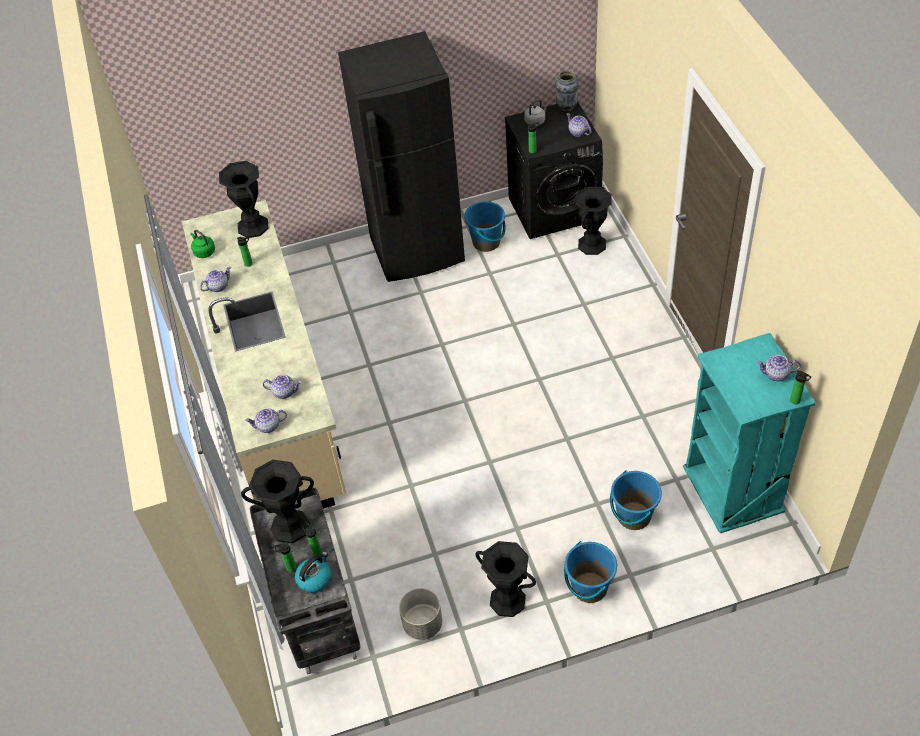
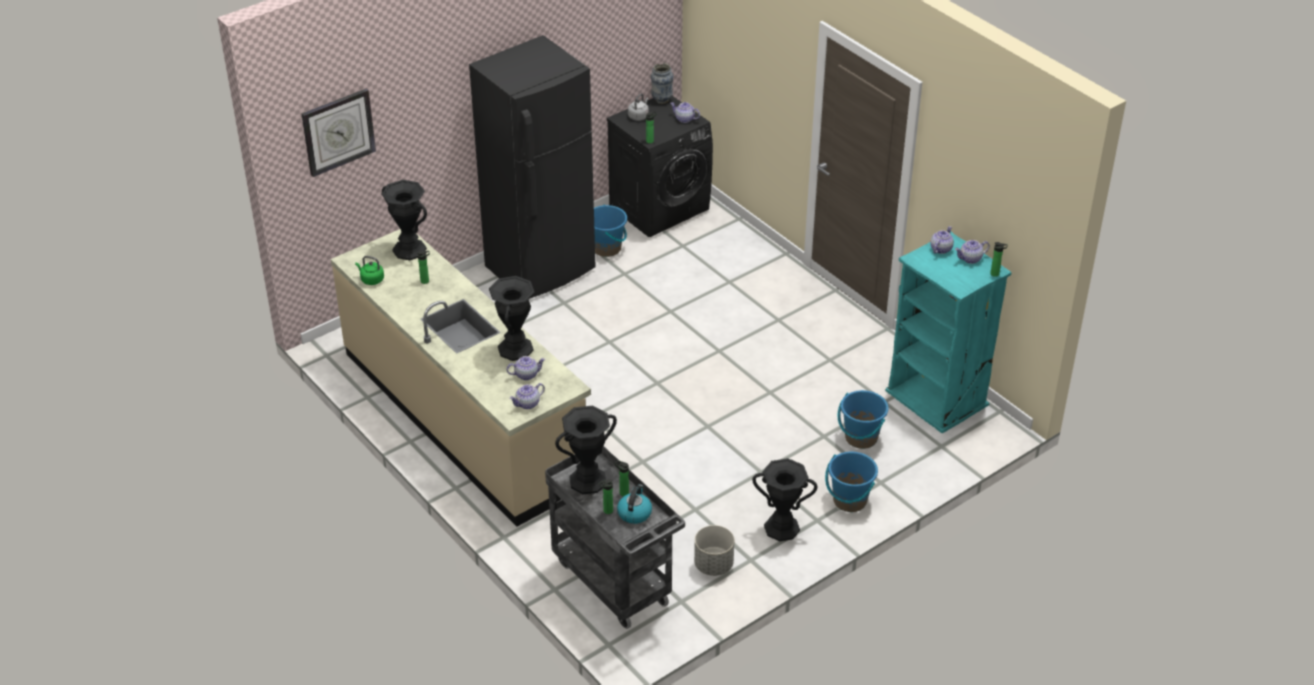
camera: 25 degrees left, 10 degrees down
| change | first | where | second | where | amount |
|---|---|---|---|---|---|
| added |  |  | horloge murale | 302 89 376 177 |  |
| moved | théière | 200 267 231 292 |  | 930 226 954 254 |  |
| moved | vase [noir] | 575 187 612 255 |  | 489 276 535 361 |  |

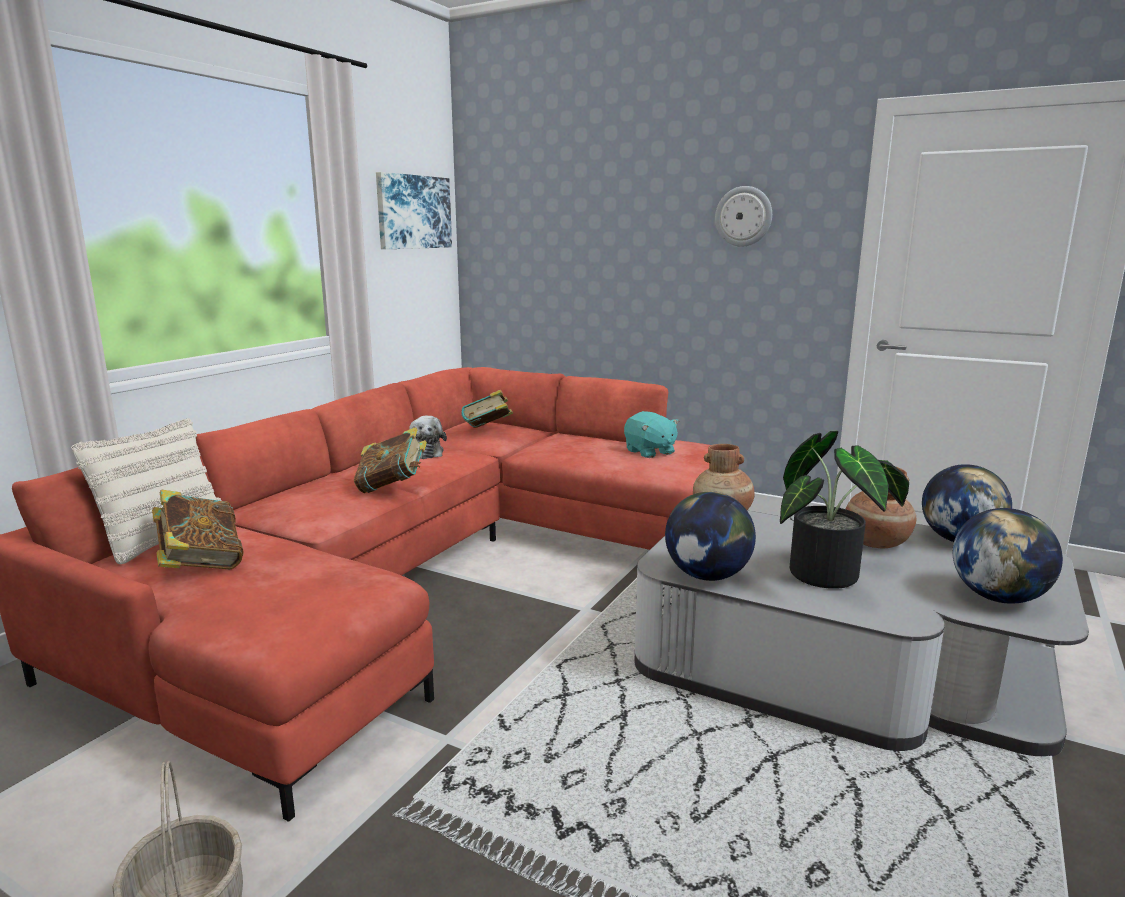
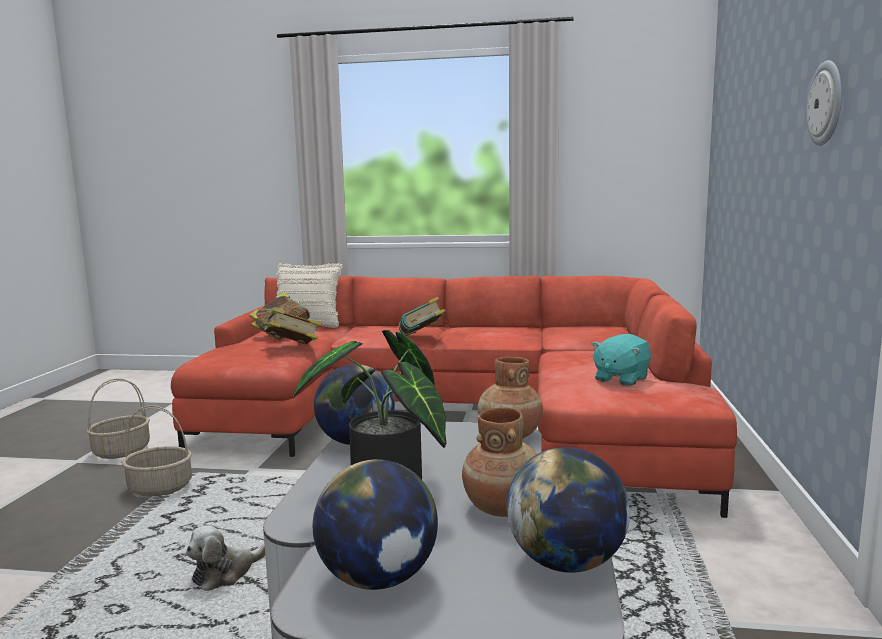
camera: 70 degrees right, 5 degrees down
| change | first | where | second | where | amount |
|---|---|---|---|---|---|
| removed | tableau | 376 172 452 249 |  |  |  |
| added |  |  | panier | 121 405 192 497 |  |
| moved | peluche | 409 416 447 459 |  | 186 525 265 591 |  |
| moved | livre | 461 390 513 428 |  | 260 308 322 344 |  |

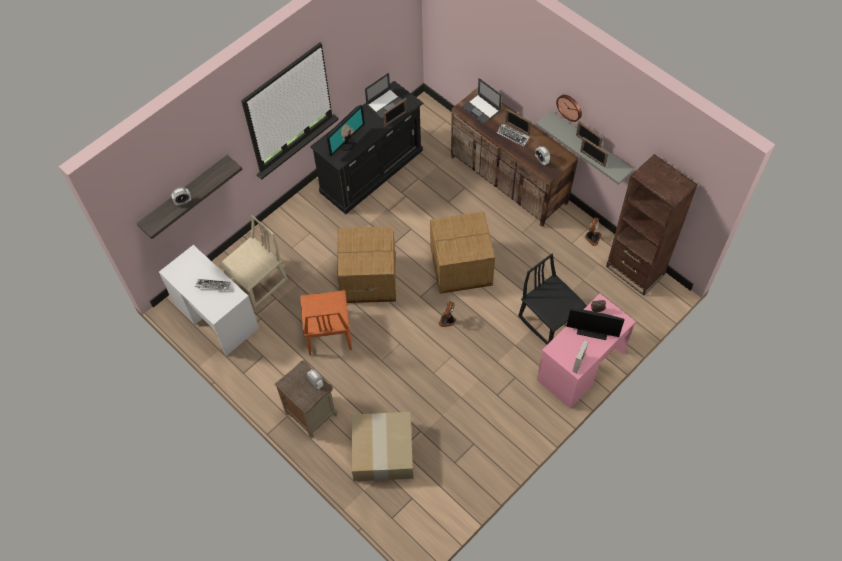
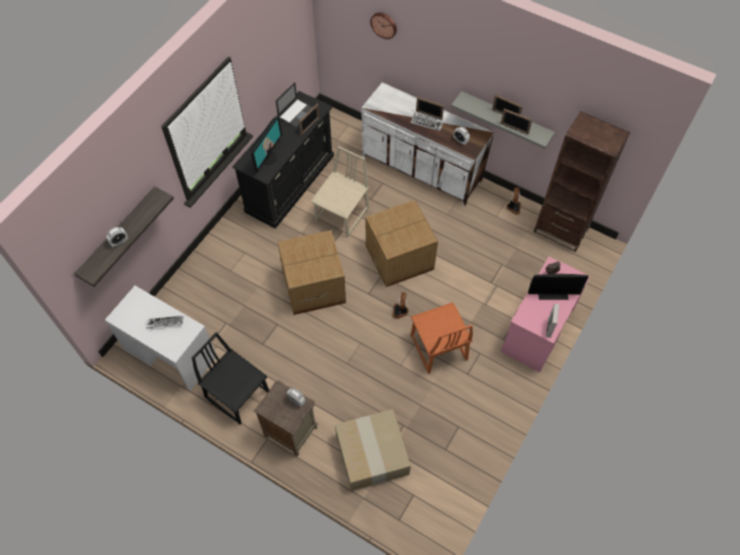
camera: 15 degrees left, 0 degrees up
| change | first | where | second | where | amount |
|---|---|---|---|---|---|
| removed | ordinateur portable | 462 78 502 125 |  |  |  |
| moved | chaise [beige] | 219 215 288 308 |  | 311 146 369 237 |  |
| moved | chaise [orange] | 300 290 352 355 |  | 411 302 473 374 |  |
| moved | chaise [noir] | 518 254 587 345 |  | 192 332 269 425 |  |
| moved | horloge murale | 556 95 582 122 |  | 370 12 397 39 |  |
| recoloured | meuble de rangement [marron] | 451 88 578 227 | meuble de rangement [blanc] | 361 82 494 206 |  |

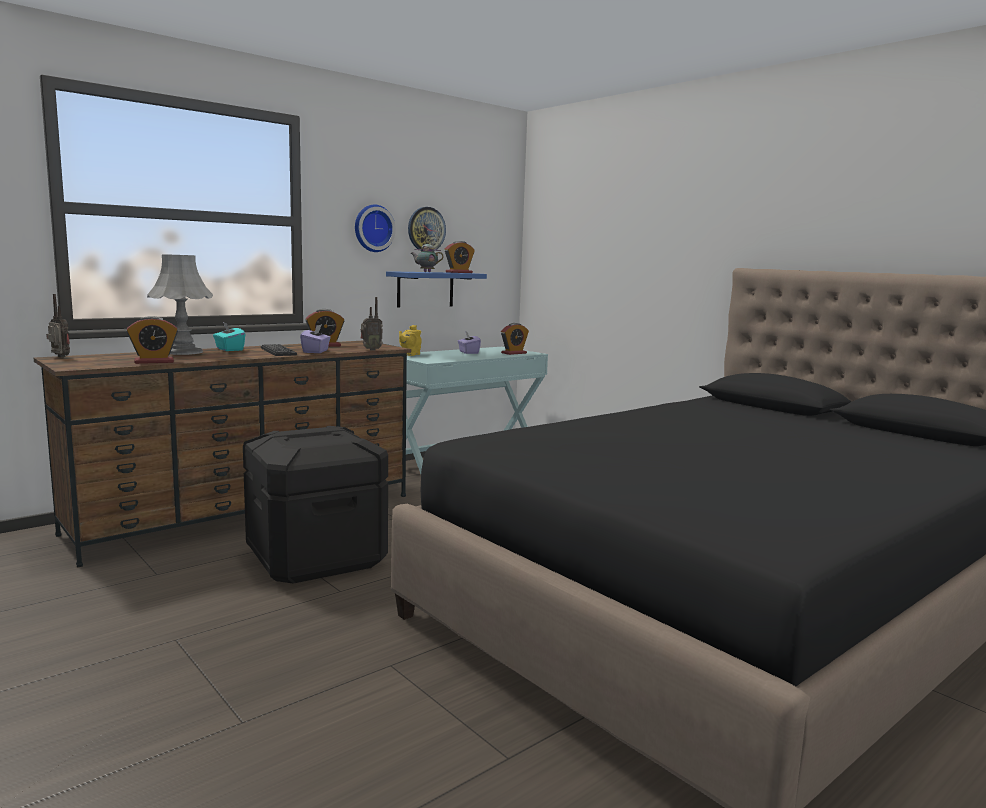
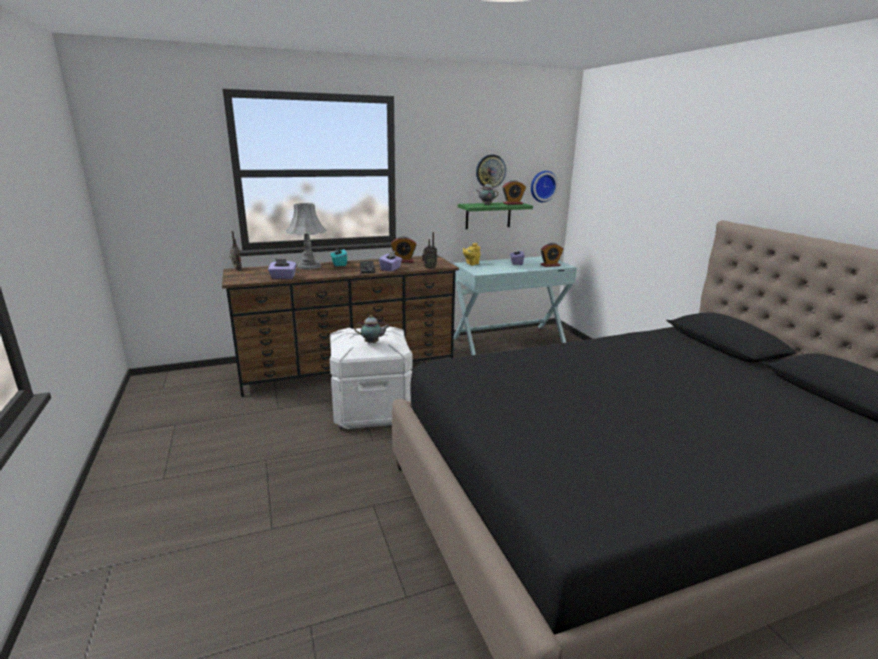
camera: 20 degrees right, 10 degrees up
| change | first | where | second | where | amount |
|---|---|---|---|---|---|
| added |  |  | théière | 354 315 390 343 |  |
| moved | horloge murale | 355 204 396 252 |  | 531 171 558 202 |  |
| replaced | réveil | 126 316 178 364 | boîte à mouchoirs [violet] | 268 259 297 279 |  |
| recoloured | boîte de rangement [noir] | 243 426 388 584 | boîte de rangement [blanc] | 330 326 413 429 |  |
| recoloured | étagère [bleu] | 386 271 487 308 | étagère [vert] | 458 203 533 229 |  |

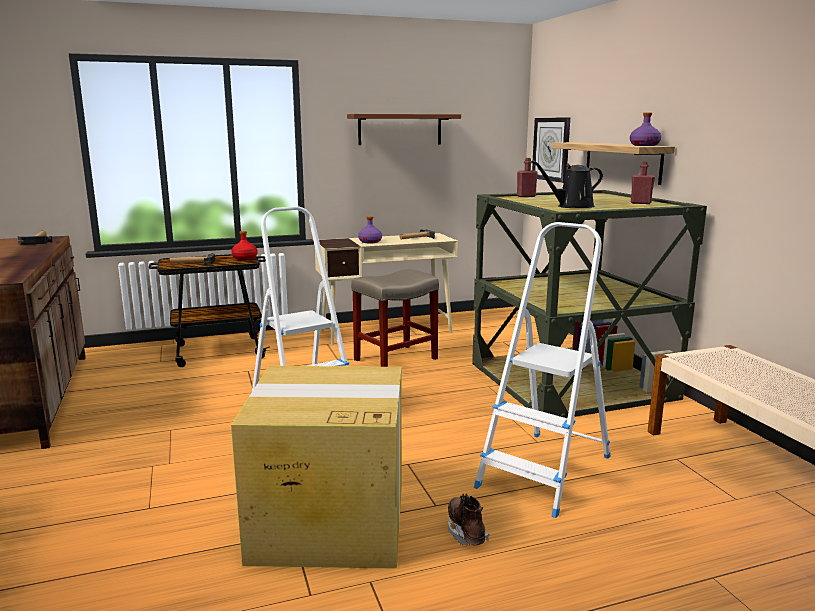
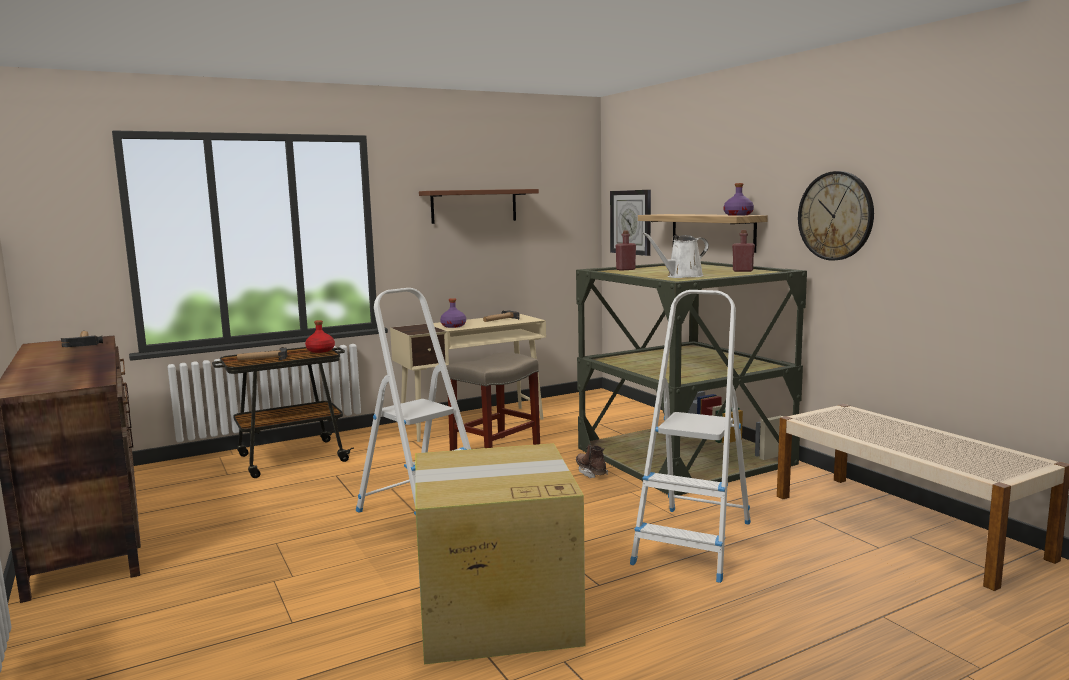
camera: 10 degrees left, 5 degrees down
| change | first | where | second | where | amount |
|---|---|---|---|---|---|
| added |  |  | horloge murale | 798 171 874 260 |  |
| moved | botte [marron] | 448 494 489 545 |  | 576 444 608 478 |  |
| recoloured | arrosoir [noir] | 532 160 603 208 | arrosoir [blanc] | 642 232 709 278 |  |

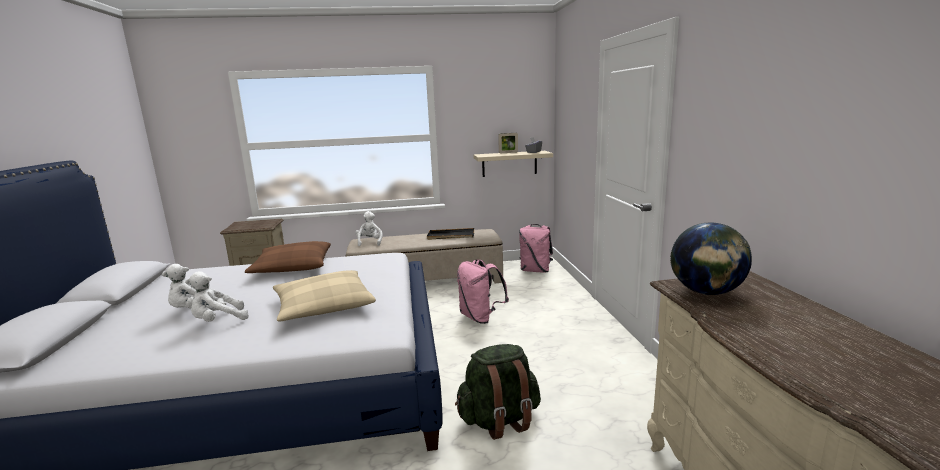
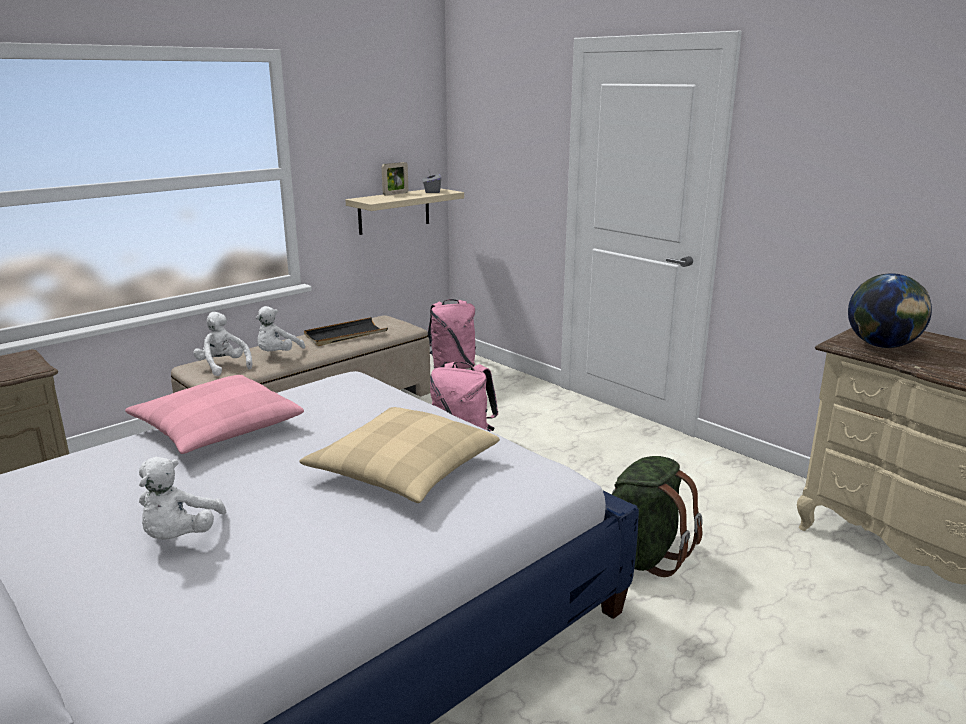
camera: 35 degrees left, 5 degrees up
| change | first | where | second | where | amount |
|---|---|---|---|---|---|
| moved | peluche [blanc] | 185 272 249 322 |  | 256 306 305 351 |  |
| recoloured | coussin [marron] | 245 241 331 273 | coussin [rose] | 125 375 304 454 |  |

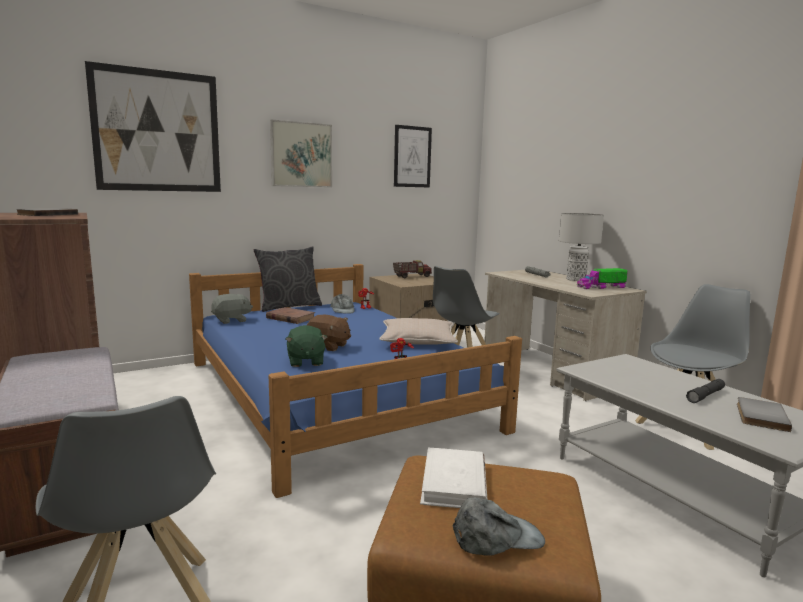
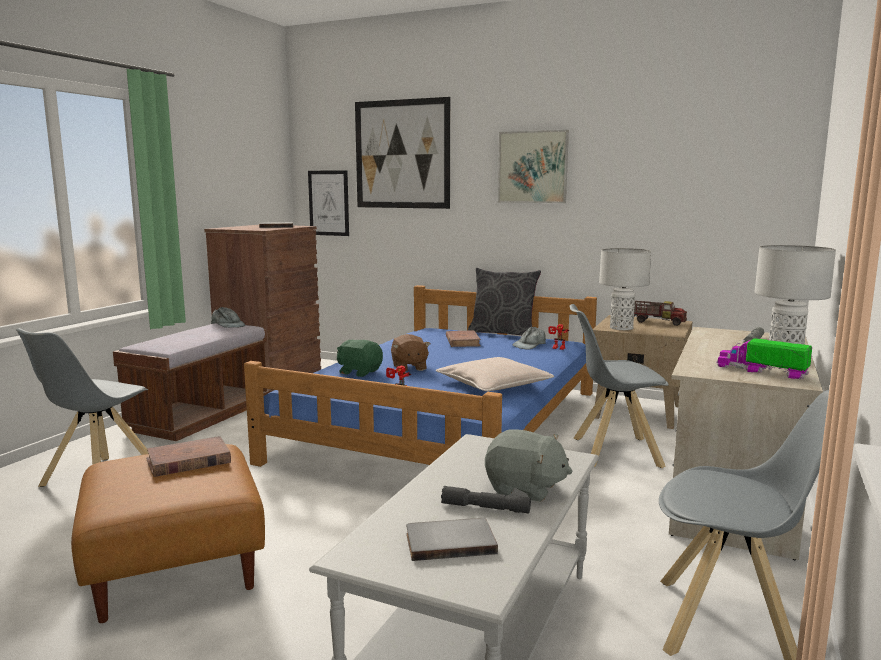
camera: 55 degrees right, 0 degrees up
| change | first | where | second | where | amount |
|---|---|---|---|---|---|
| added |  |  | lampe de table [blanc] | 599 248 651 330 |  |
| moved | peluche [gris] | 211 294 253 324 |  | 485 429 573 502 |  |
| moved | tableau | 394 125 432 188 |  | 308 170 349 236 |  |
| moved | casquette [gris] | 453 498 545 556 |  | 211 307 245 328 |  |
| recoloured | livre [blanc] | 420 448 487 508 | livre [marron] | 146 436 231 477 |  |
| turned | peluche [vert] | 285 325 327 367 |  | 337 340 383 377 | 75 degrees clockwise |

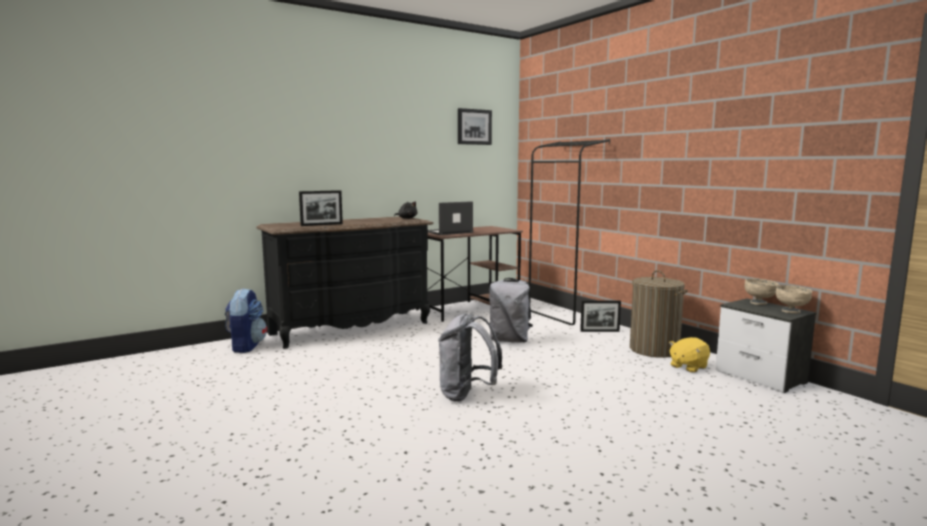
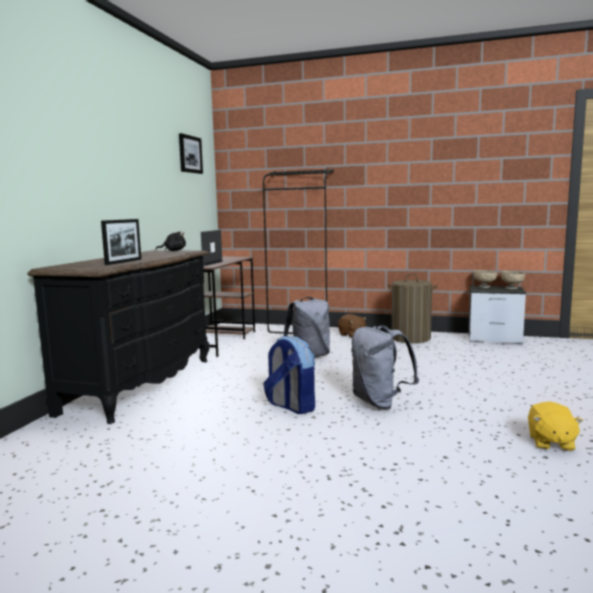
camera: 40 degrees left, 0 degrees up
| change | first | where | second | where | amount |
|---|---|---|---|---|---|
| moved | sac à dos | 225 288 267 353 |  | 263 336 315 414 |  |
| moved | peluche [jaune] | 669 337 710 373 |  | 528 401 583 451 |  |
| replaced | cadre photo | 580 300 621 332 | peluche [marron] | 338 314 366 337 |  |

